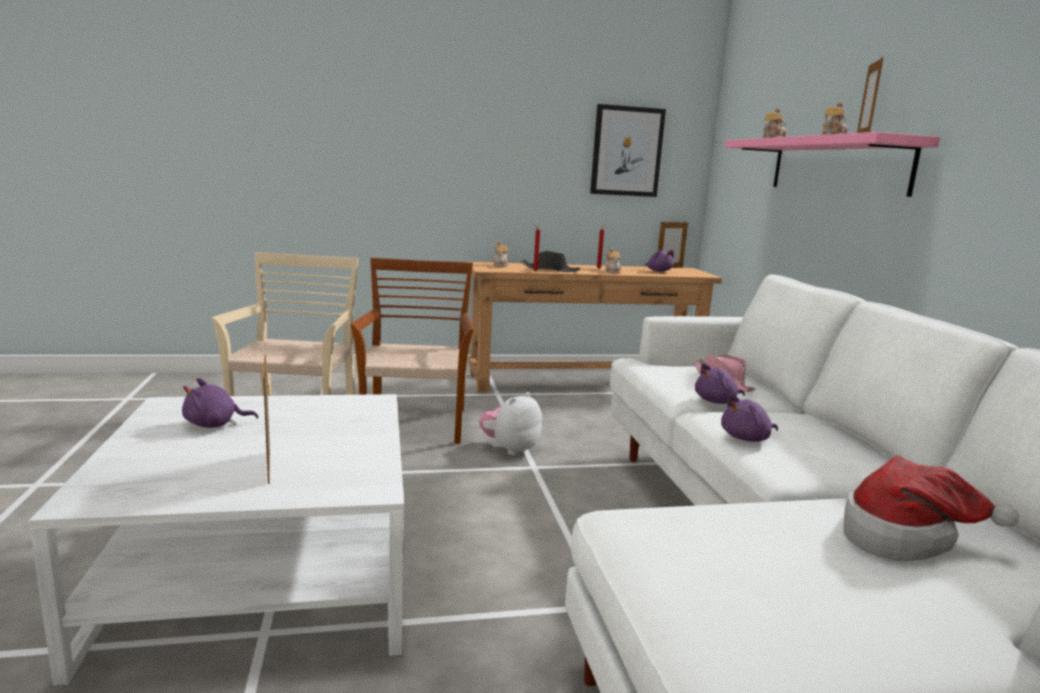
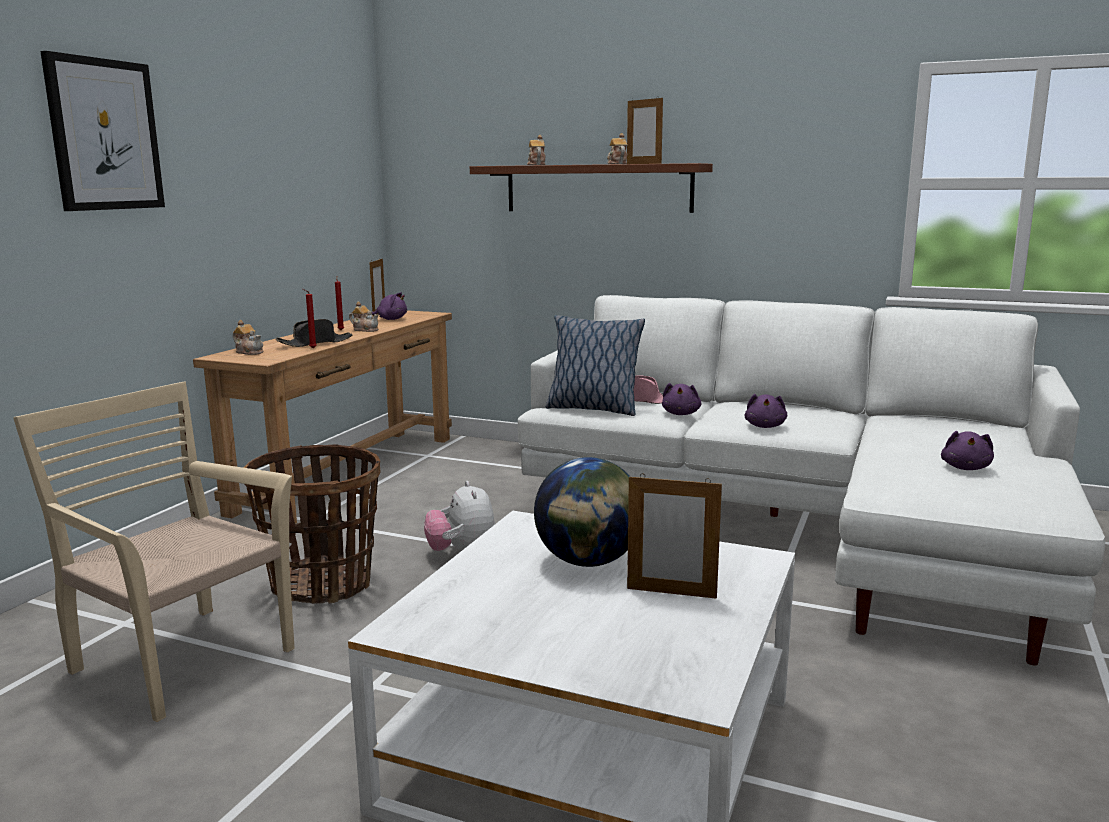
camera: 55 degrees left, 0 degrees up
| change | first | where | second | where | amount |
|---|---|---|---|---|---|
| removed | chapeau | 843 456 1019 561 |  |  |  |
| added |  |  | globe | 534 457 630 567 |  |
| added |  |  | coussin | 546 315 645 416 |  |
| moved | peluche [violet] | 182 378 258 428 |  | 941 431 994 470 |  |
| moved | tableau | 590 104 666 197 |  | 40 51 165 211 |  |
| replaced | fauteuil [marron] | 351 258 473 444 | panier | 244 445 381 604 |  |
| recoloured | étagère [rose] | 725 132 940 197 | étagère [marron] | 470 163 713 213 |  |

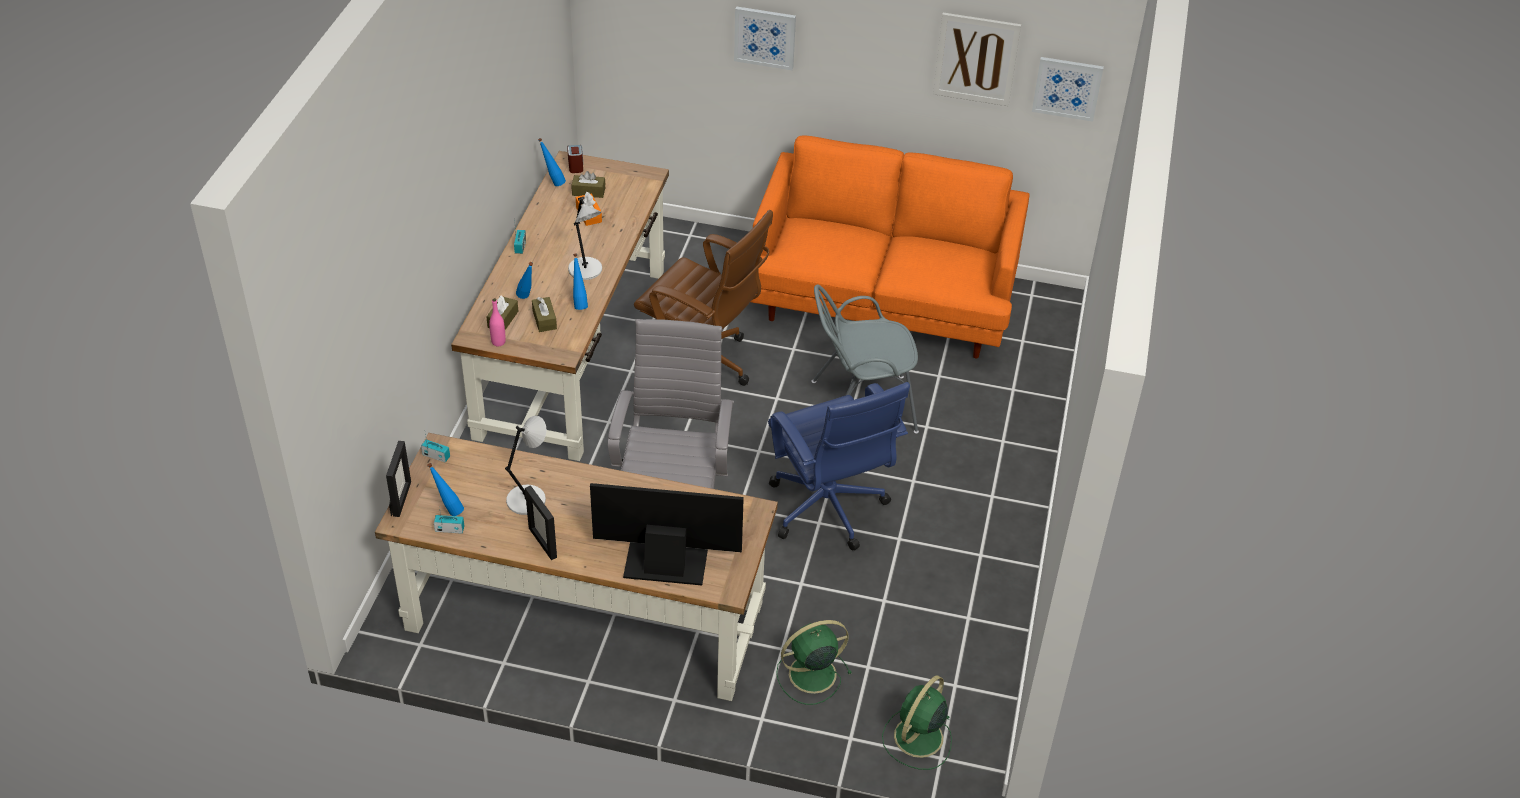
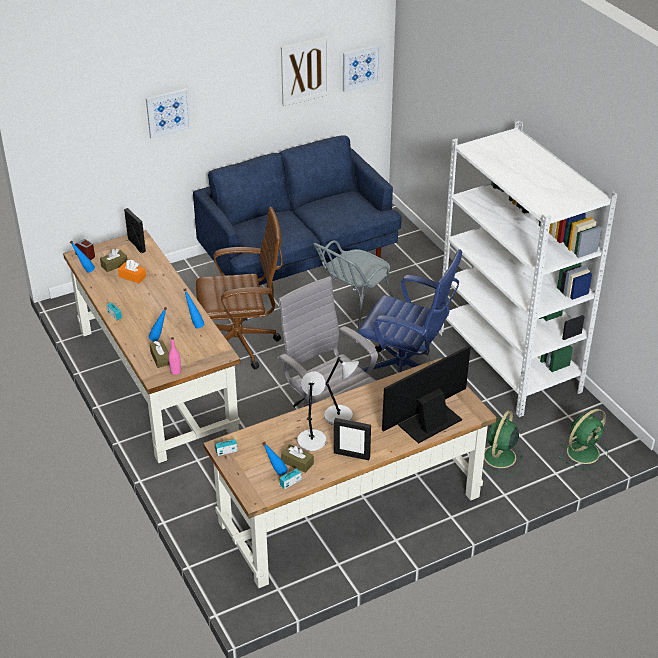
camera: 40 degrees left, 5 degrees down
| change | first | where | second | where | amount |
|---|---|---|---|---|---|
| added |  |  | bibliothèque [blanc] | 438 121 617 417 |  |
| moved | cadre photo | 386 441 411 517 |  | 124 208 146 253 |  |
| moved | boîte à mouchoirs [marron] | 532 297 557 332 |  | 281 444 314 473 |  |
| moved | lampe de table [gris] | 568 196 602 280 |  | 324 357 359 425 |  |
| recoloured | canapé [orange] | 751 135 1030 359 | canapé [bleu] | 193 135 402 285 |  |
| turned | ventilateur [vert] | 882 675 952 770 |  | 559 409 608 469 | 120 degrees counterclockwise |

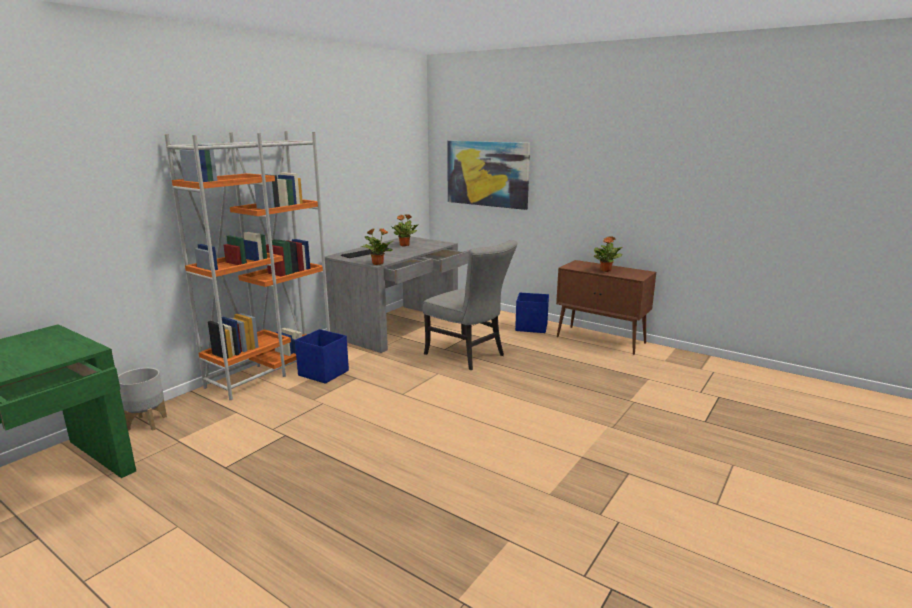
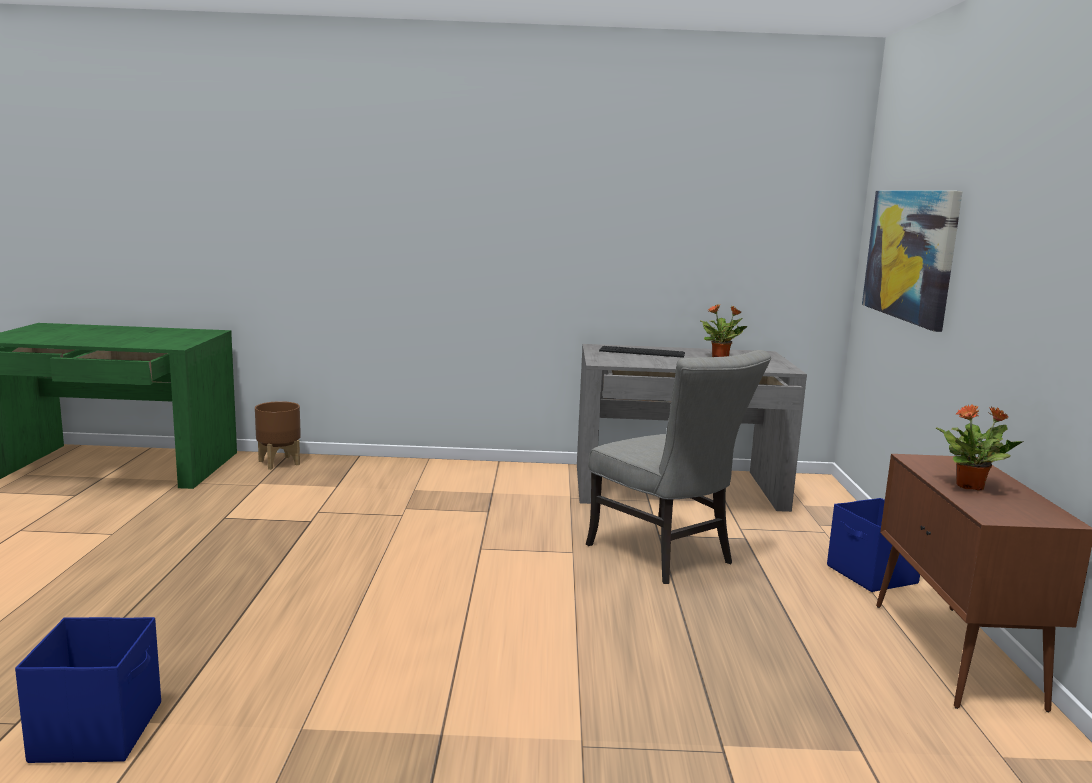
camera: 55 degrees right, 5 degrees down
| change | first | where | second | where | amount |
|---|---|---|---|---|---|
| removed | bibliothèque [orange] | 164 131 330 400 |  |  |  |
| removed | plante en pot | 361 228 393 265 |  |  |  |
| moved | boîte de rangement [bleu] | 295 329 349 384 |  | 15 617 161 763 |  |
| recoloured | cache-pot [gris] | 118 368 167 431 | cache-pot [marron] | 255 401 301 470 |  |
| turned | chaise [gris] | 422 240 518 370 |  | 586 350 771 584 | 45 degrees counterclockwise |

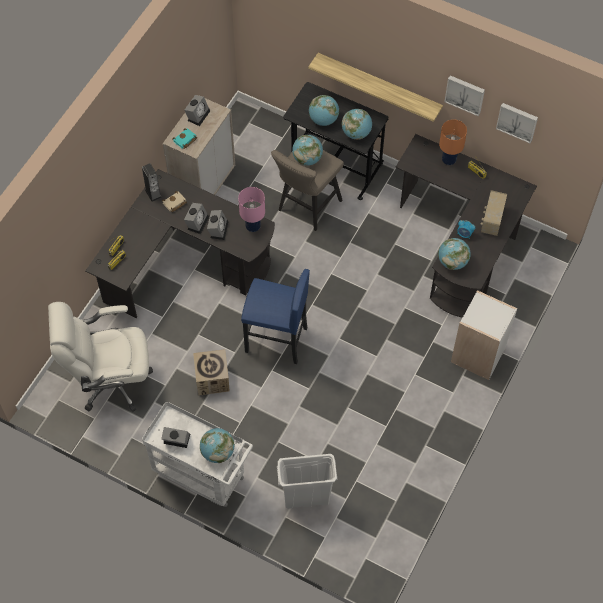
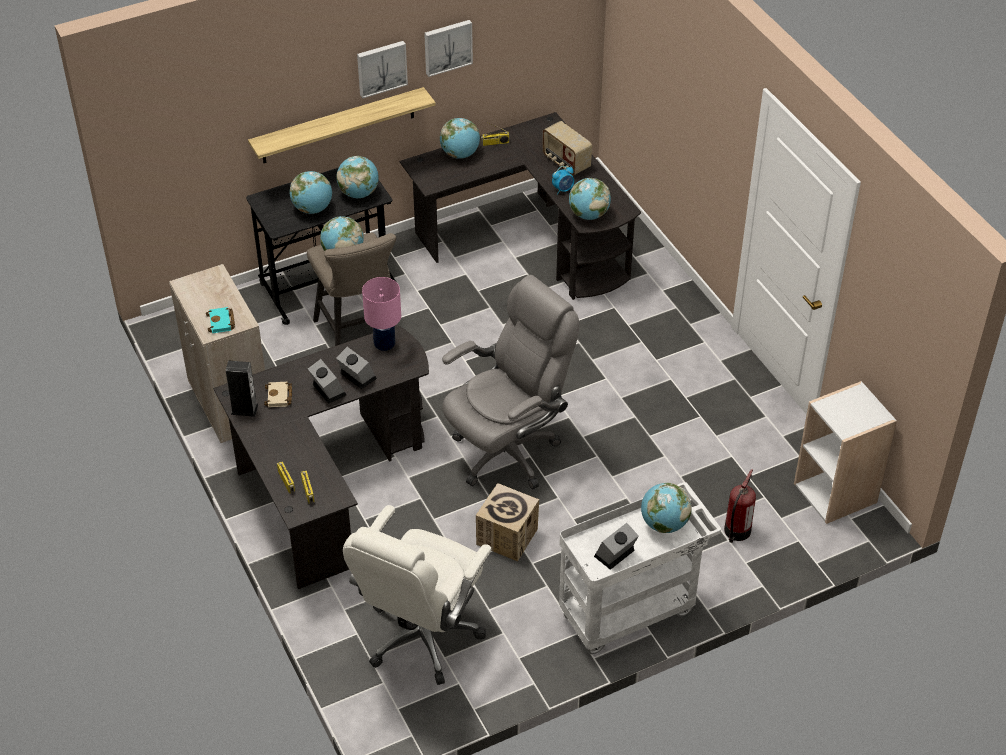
camera: 55 degrees left, 15 degrees down
| change | first | where | second | where | amount |
|---|---|---|---|---|---|
| removed | réveil | 185 95 210 126 |  |  |  |
| moved | bibliothèque | 451 290 517 380 |  | 794 381 897 524 |  |
| moved | tableau | 496 103 538 143 |  | 357 41 408 98 |  |
| replaced | tabouret [bleu] | 241 269 310 364 | chaise de bureau [gris] | 442 275 579 489 |  |
| replaced | poubelle [blanc] | 277 454 338 509 | extincteur | 724 469 756 543 |  |
| replaced | lampe de table [orange] | 439 120 467 165 | globe | 440 118 480 159 |  |

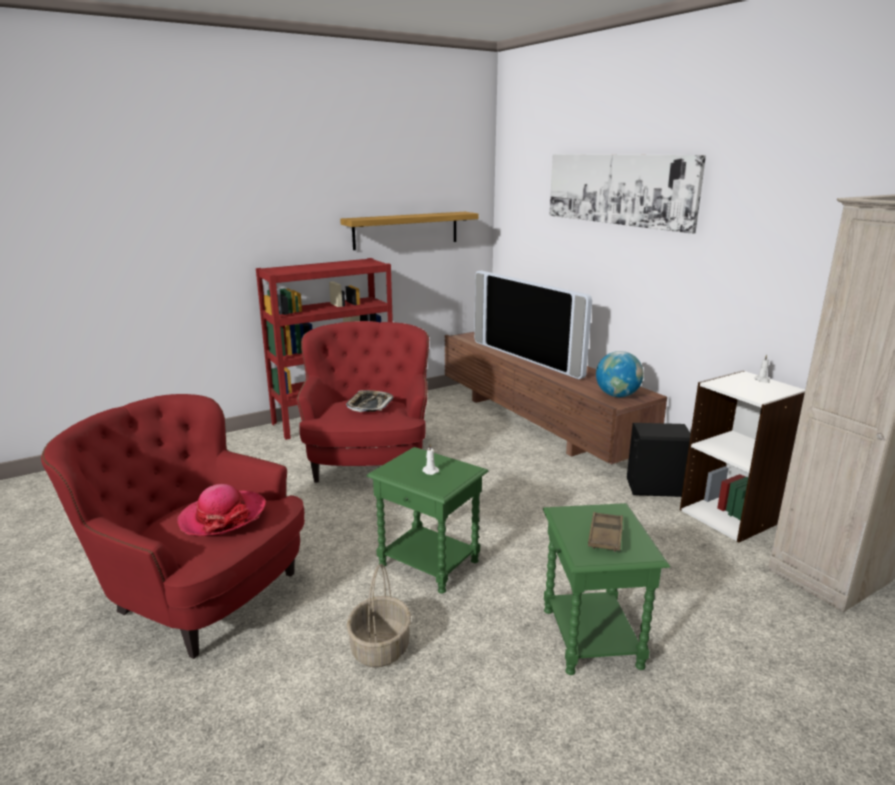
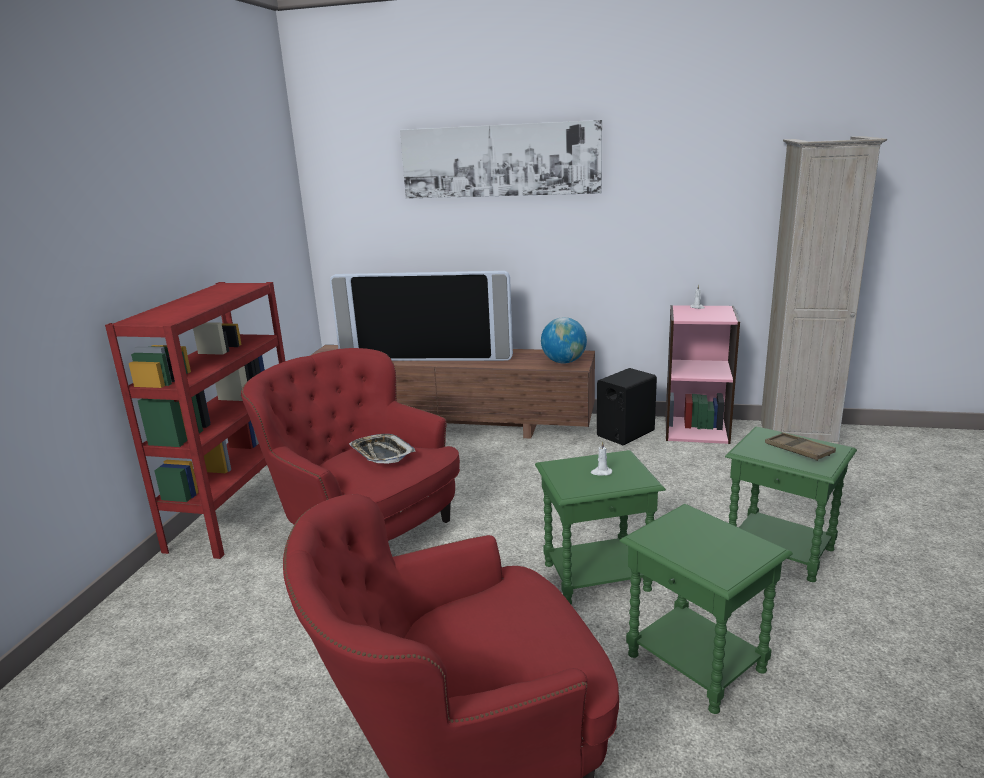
camera: 45 degrees left, 0 degrees up
| change | first | where | second | where | amount |
|---|---|---|---|---|---|
| removed | chapeau | 177 484 266 536 |  |  |  |
| removed | étagère | 340 212 479 250 |  |  |  |
| replaced | panier | 347 564 411 667 | table d'appoint [vert] | 620 504 793 714 |  |
| recoloured | bibliothèque [blanc] | 680 370 805 542 | bibliothèque [rose] | 665 305 740 444 |  |

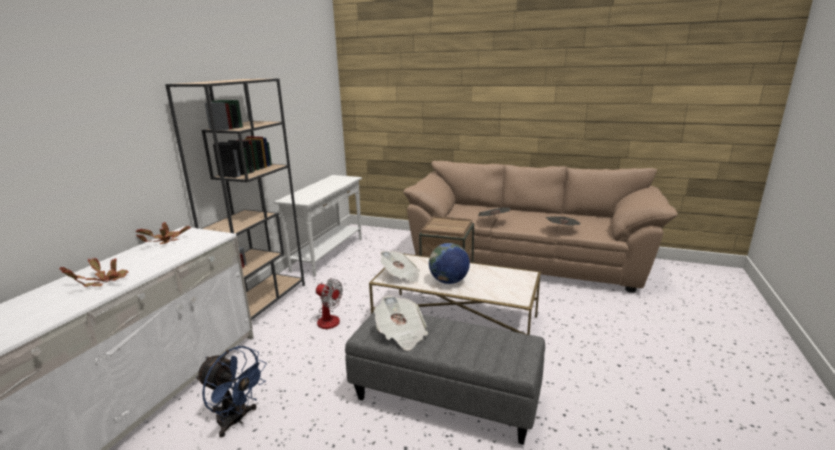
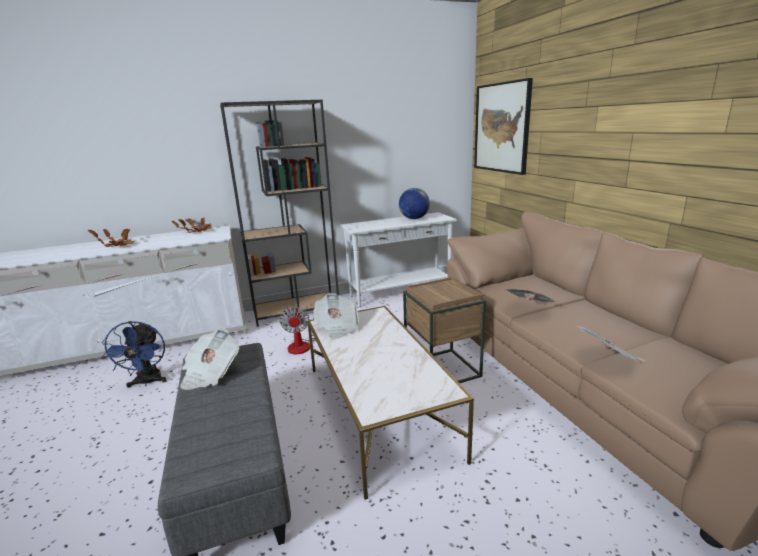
camera: 50 degrees right, 0 degrees up
| change | first | where | second | where | amount |
|---|---|---|---|---|---|
| added |  |  | tableau | 474 78 533 175 |  |
| moved | globe | 429 243 470 284 |  | 399 188 430 219 |  |

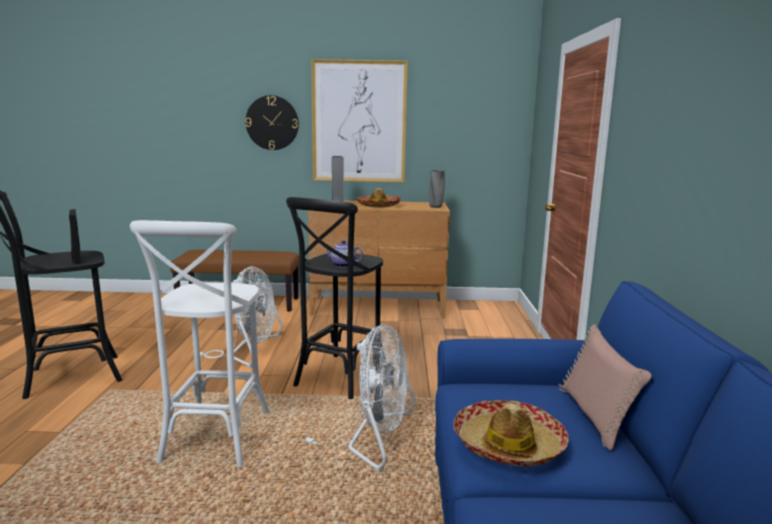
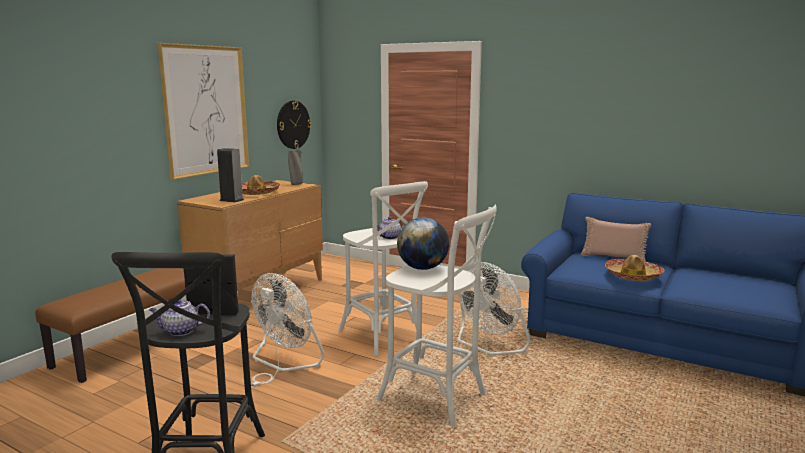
camera: 60 degrees left, 0 degrees up
| change | first | where | second | where | amount |
|---|---|---|---|---|---|
| added |  |  | théière | 149 299 210 336 |  |
| added |  |  | globe | 397 218 449 270 |  |
| moved | horloge murale | 245 95 299 150 |  | 277 101 311 149 |  |
| recoloured | tabouret [noir] | 286 197 387 399 | tabouret [blanc] | 338 181 428 356 |  |

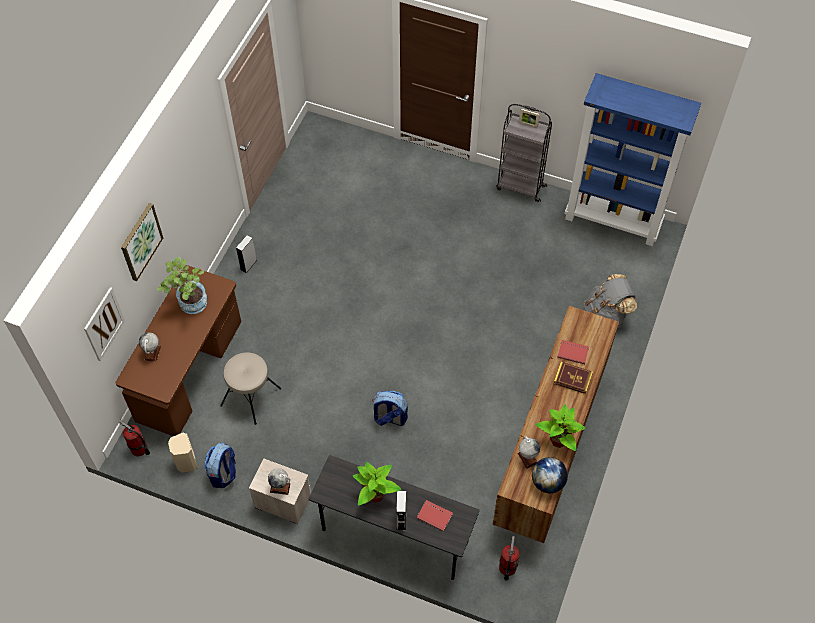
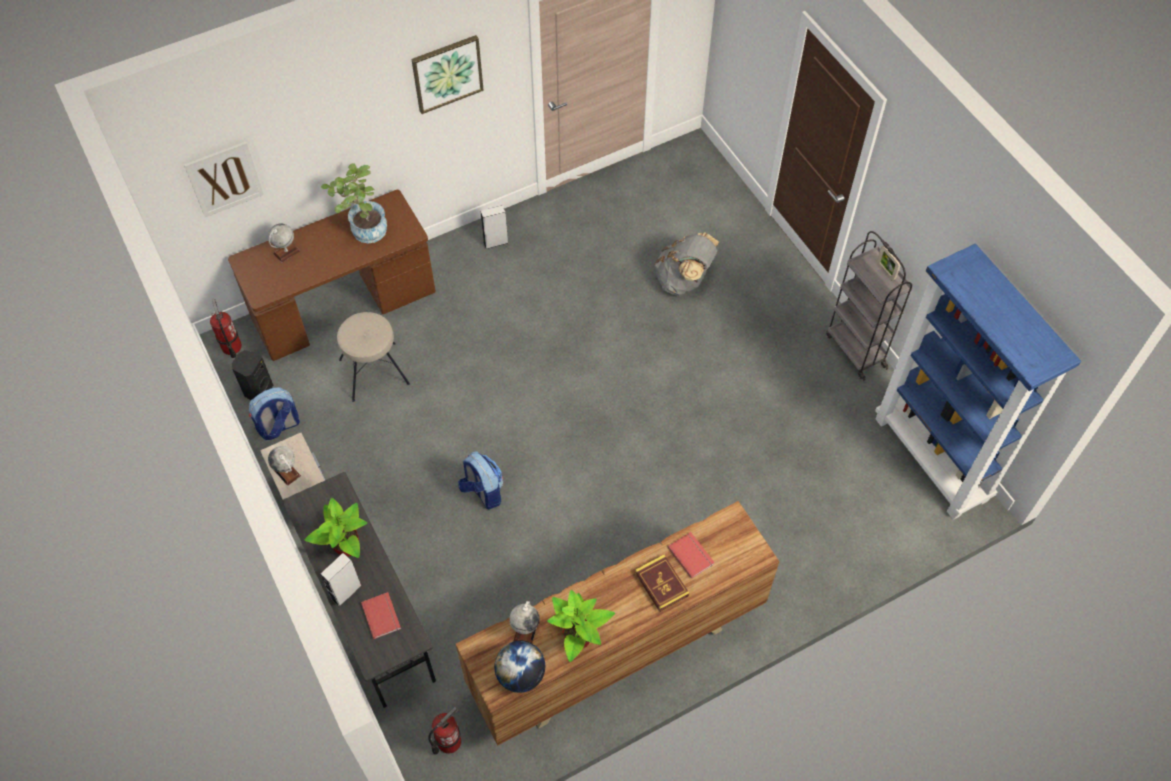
camera: 40 degrees right, 0 degrees up
| change | first | where | second | where | amount |
|---|---|---|---|---|---|
| moved | tableau | 121 203 163 281 |  | 411 35 484 114 |  |
| moved | sac à dos [gris] | 584 274 637 328 |  | 654 233 719 296 |  |
| recoloured | enceinte [beige] | 168 432 197 473 | enceinte [noir] | 232 350 273 400 |  |

